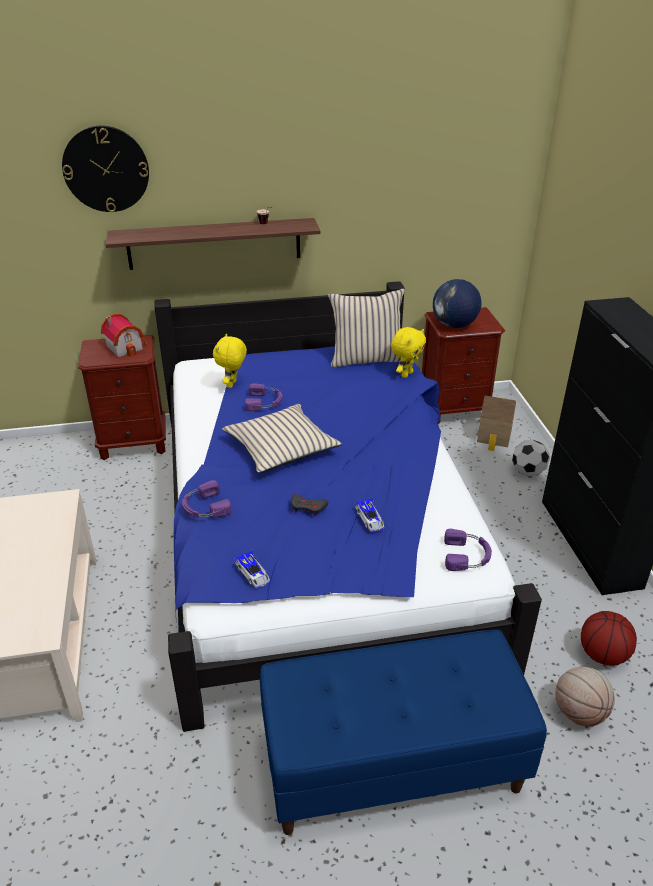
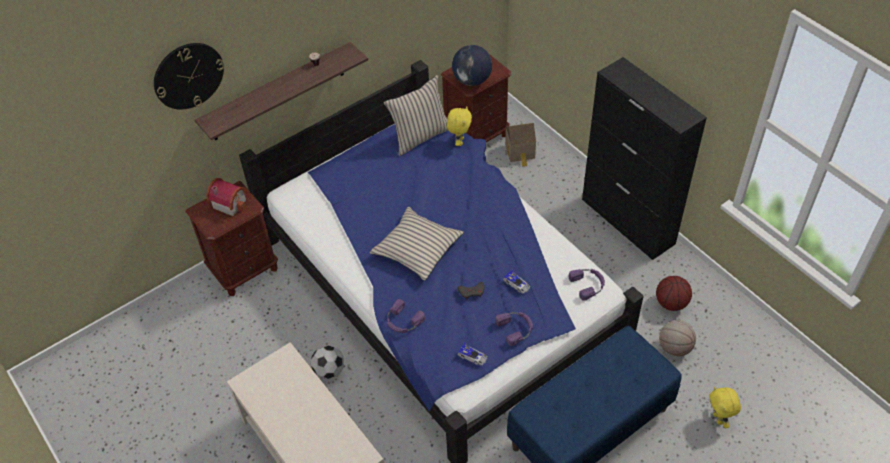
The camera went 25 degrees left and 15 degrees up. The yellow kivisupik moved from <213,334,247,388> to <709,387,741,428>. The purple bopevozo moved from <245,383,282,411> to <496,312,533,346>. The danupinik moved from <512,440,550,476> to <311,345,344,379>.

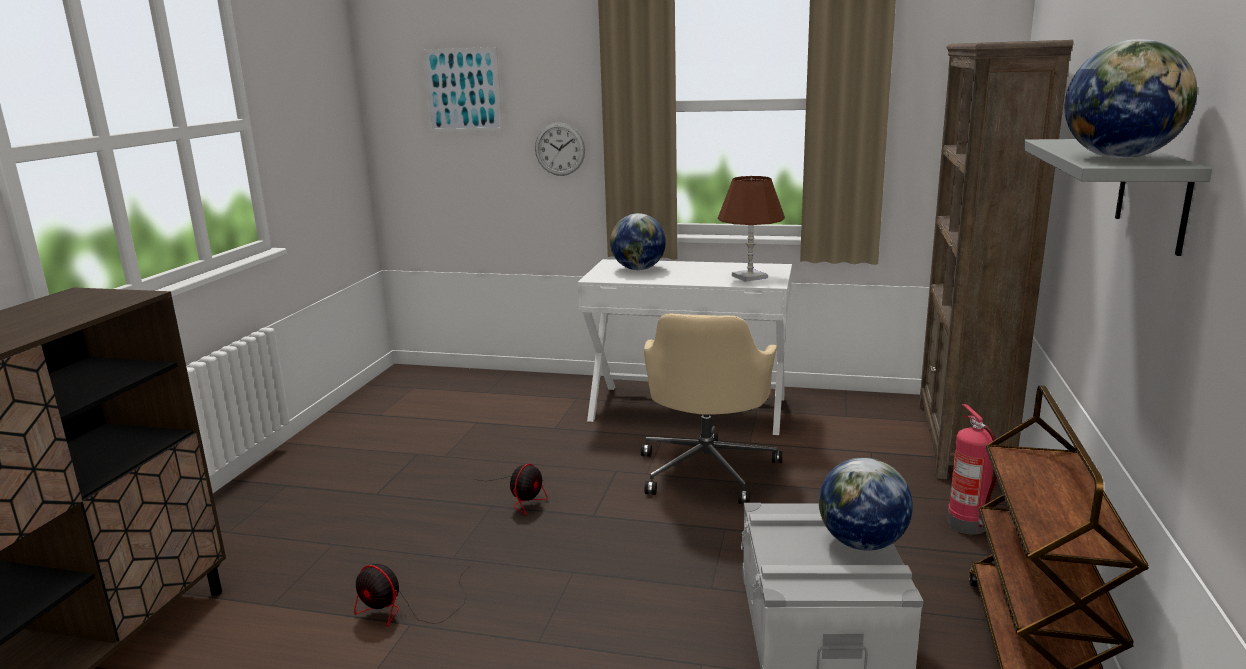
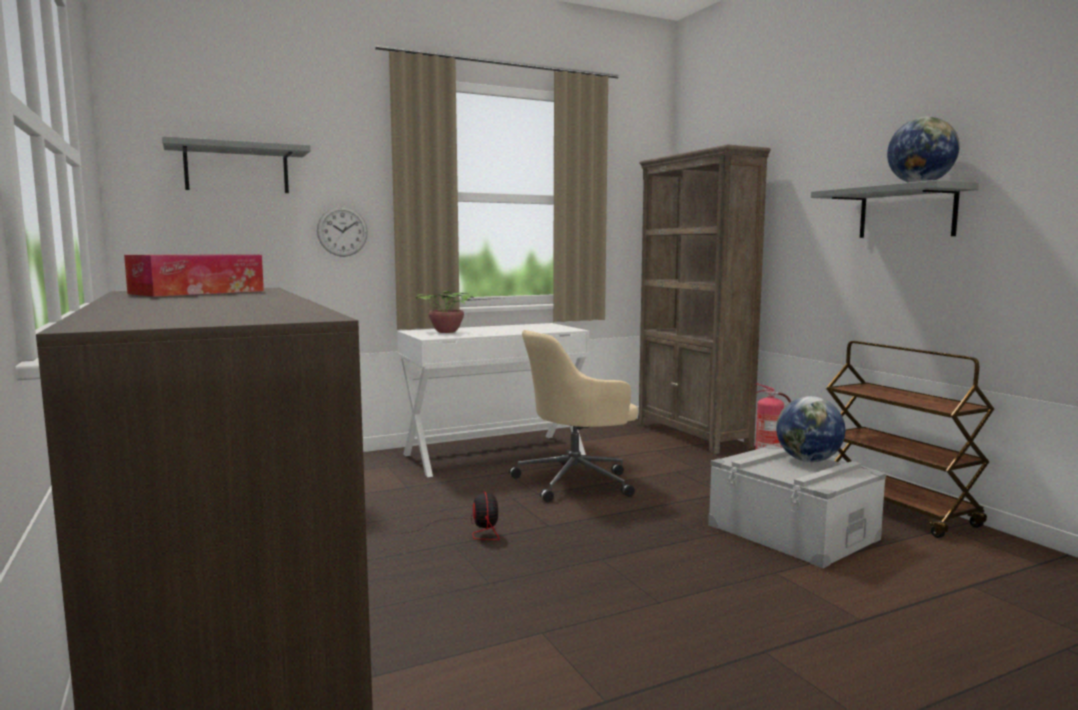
The camera went 40 degrees left and 10 degrees down. The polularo at <354,564,471,627> disappeared. The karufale at <421,47,503,132> was replaced by the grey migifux at <162,136,311,193>. The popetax at <610,213,666,270> was replaced by the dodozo at <416,291,499,333>. The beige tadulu at <641,313,782,504> turned 90 degrees clockwise. The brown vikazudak at <718,176,785,282> disappeared. The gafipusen at <124,254,264,297> appeared.

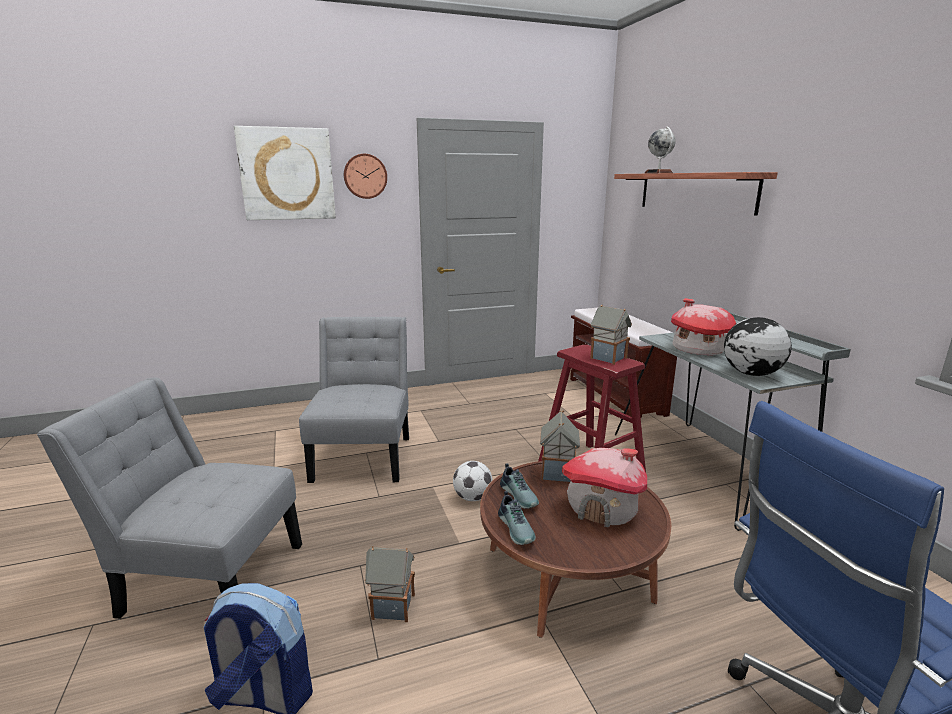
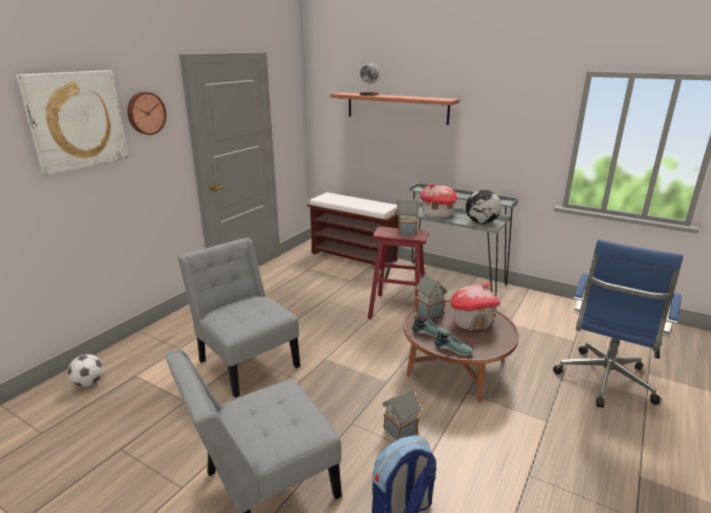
The camera went 40 degrees left and 5 degrees up. The danupinik moved from <453,461,493,501> to <68,354,104,387>.

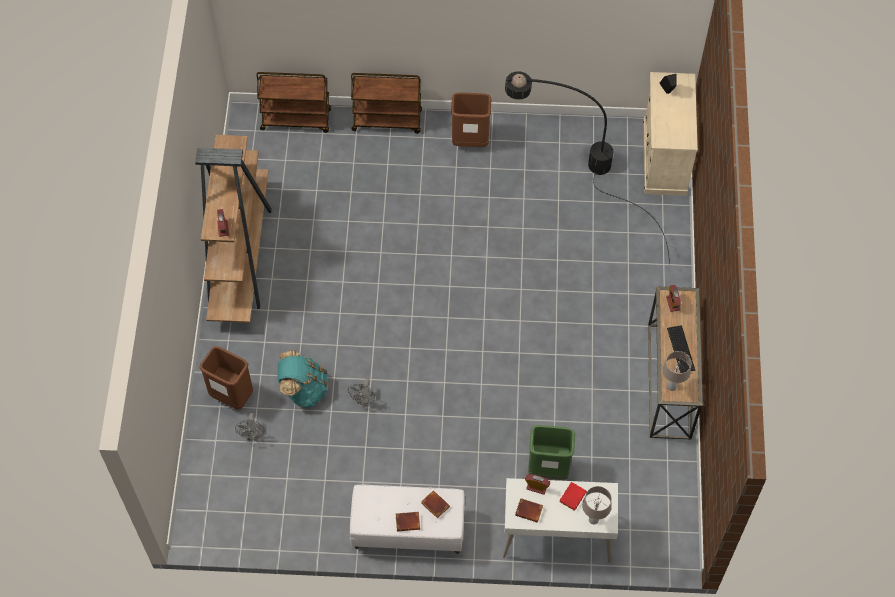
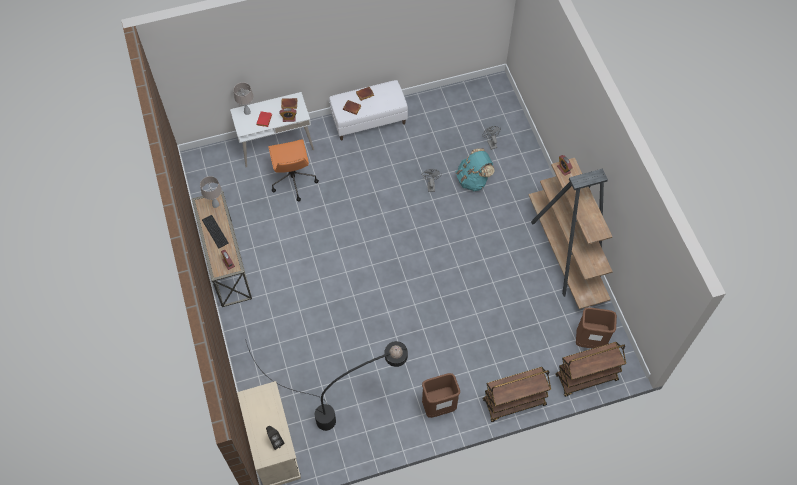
The camera went 160 degrees right and 0 degrees up. The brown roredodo moved from <200,346,253,410> to <576,308,617,349>. The green roredodo at <528,425,575,480> was replaced by the orange tadulu at <268,139,319,201>.

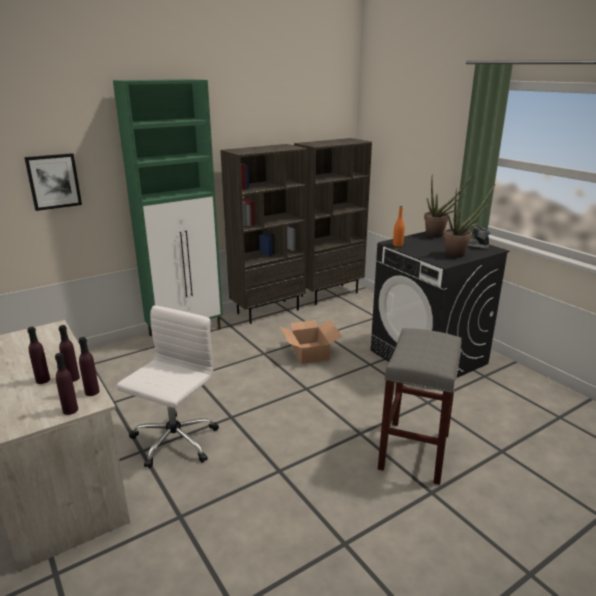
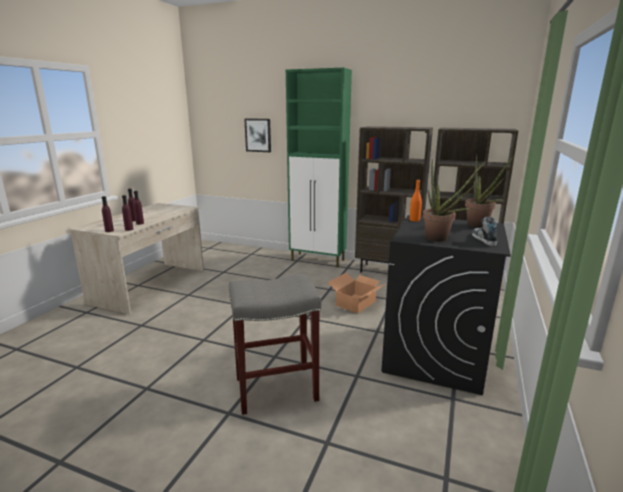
The camera went 55 degrees right and 5 degrees down. The white tadulu at <117,306,219,468> disappeared.

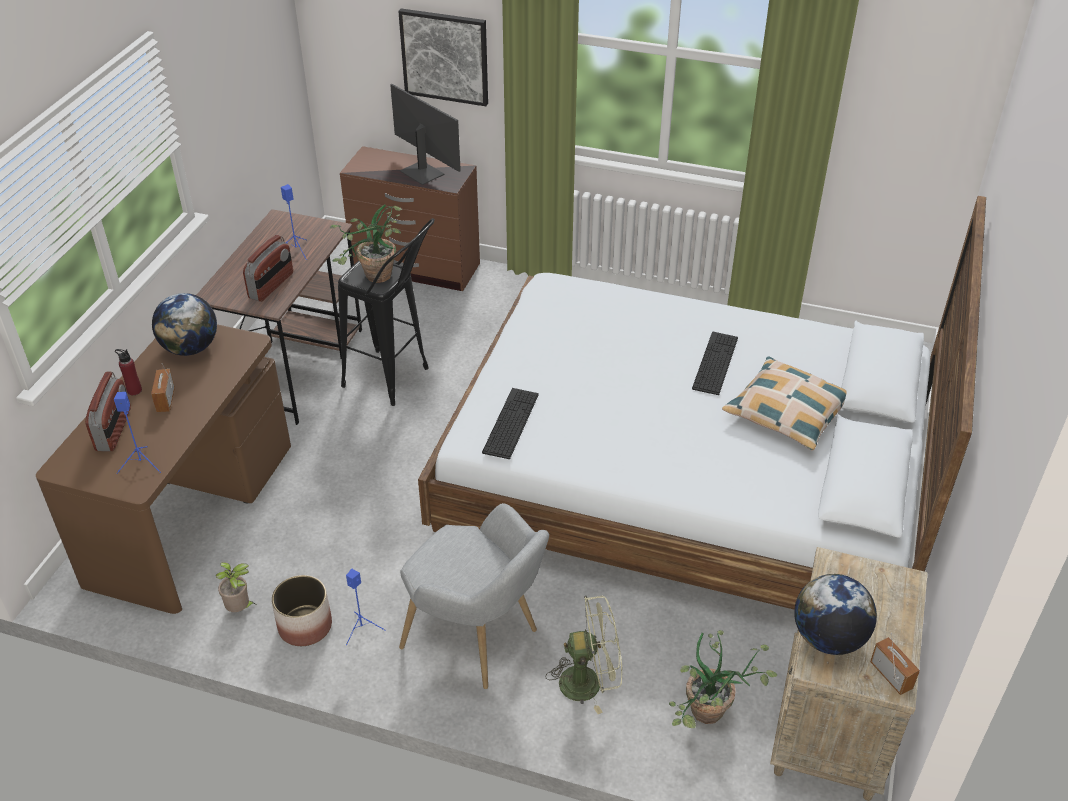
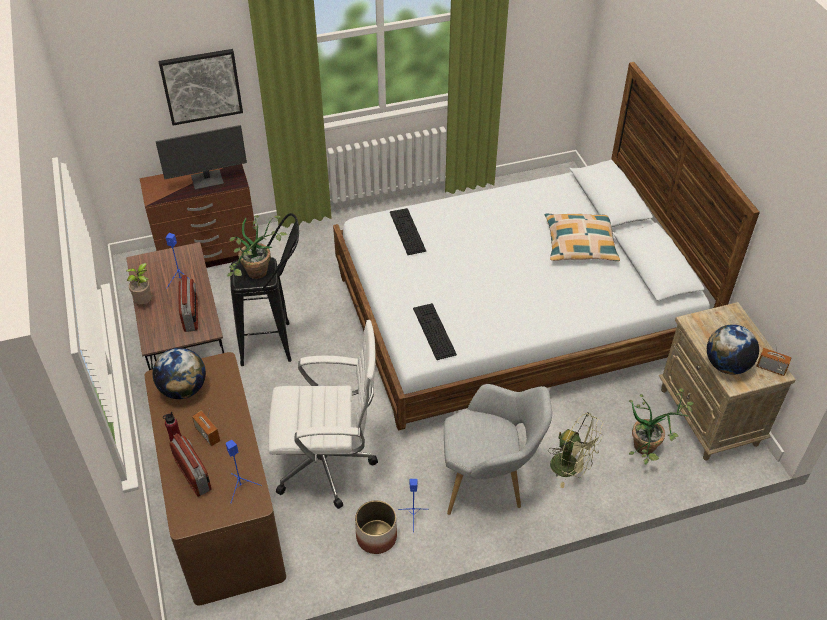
The camera went 35 degrees left and 5 degrees up. The dodozo moved from <216,562,255,612> to <126,263,152,304>. The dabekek at <390,84,461,185> turned 150 degrees clockwise. The green polularo at <546,596,622,714> turned 75 degrees clockwise. The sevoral moved from <692,331,738,395> to <390,208,426,255>. The white tadulu at <268,320,378,509> appeared.

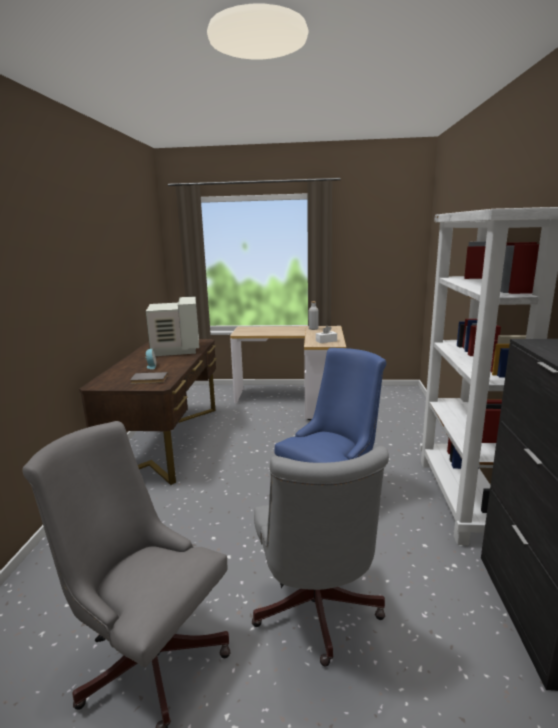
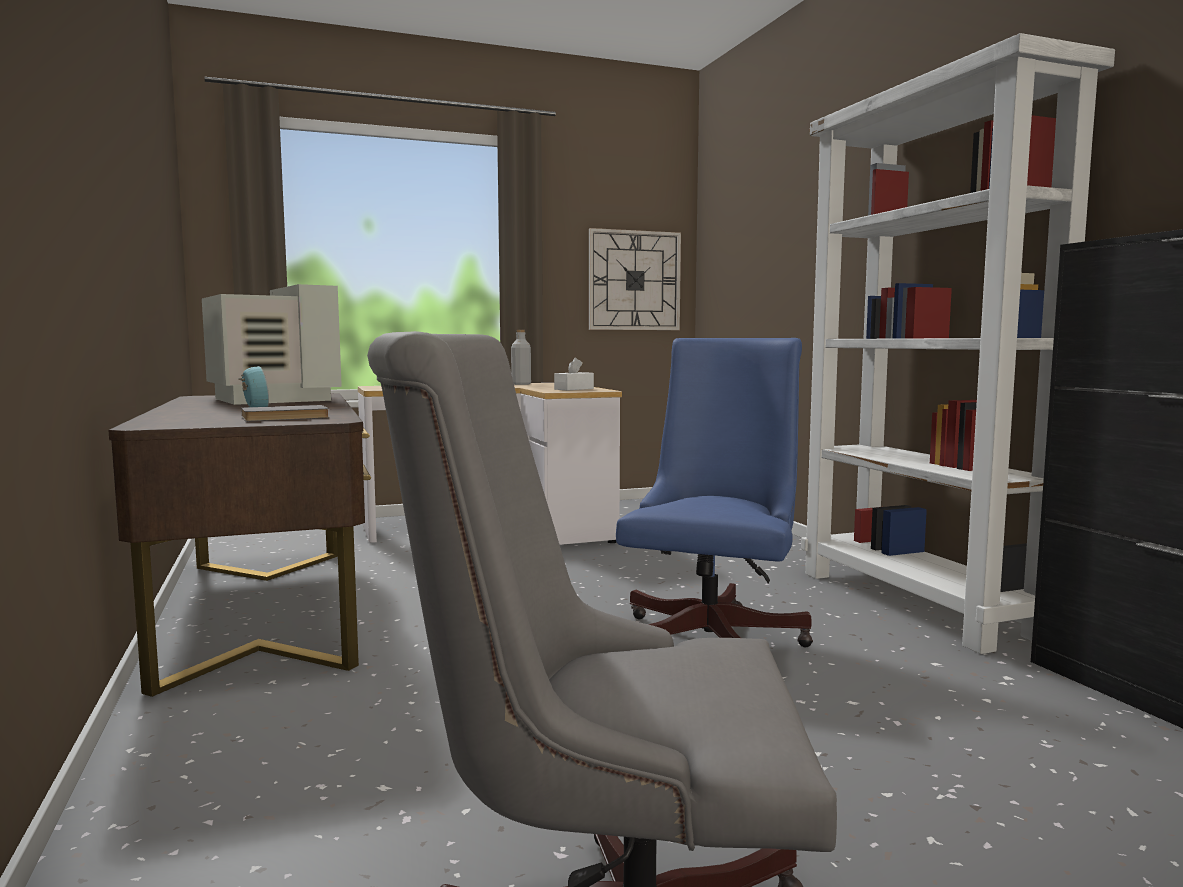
The camera went 25 degrees left and 10 degrees down. The grey tadulu at <252,446,389,667> disappeared. The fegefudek at <589,228,681,330> appeared.

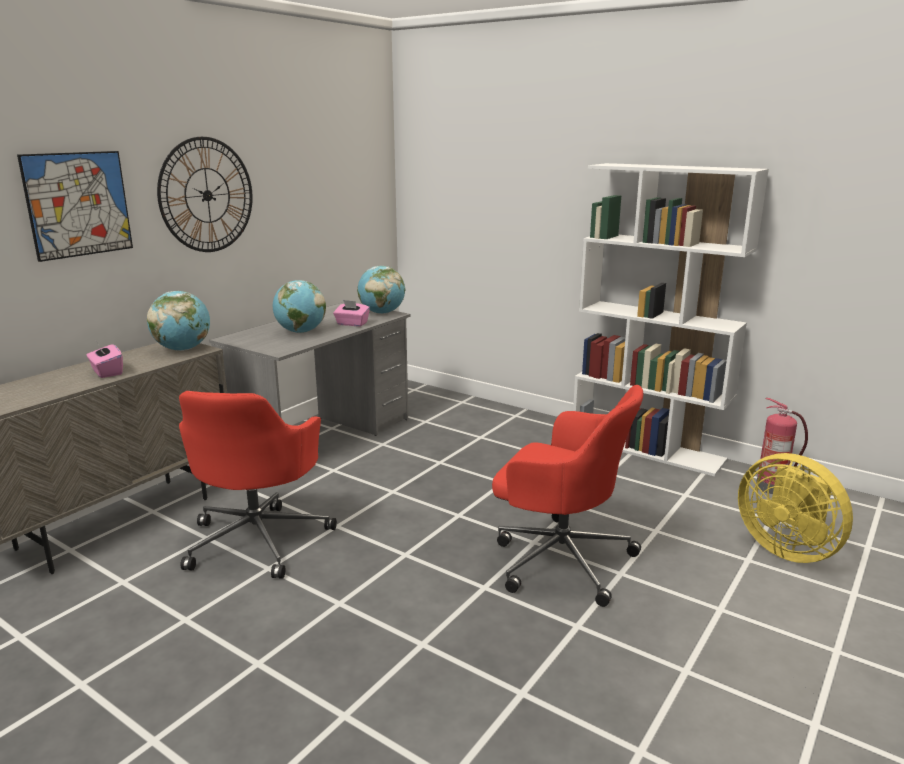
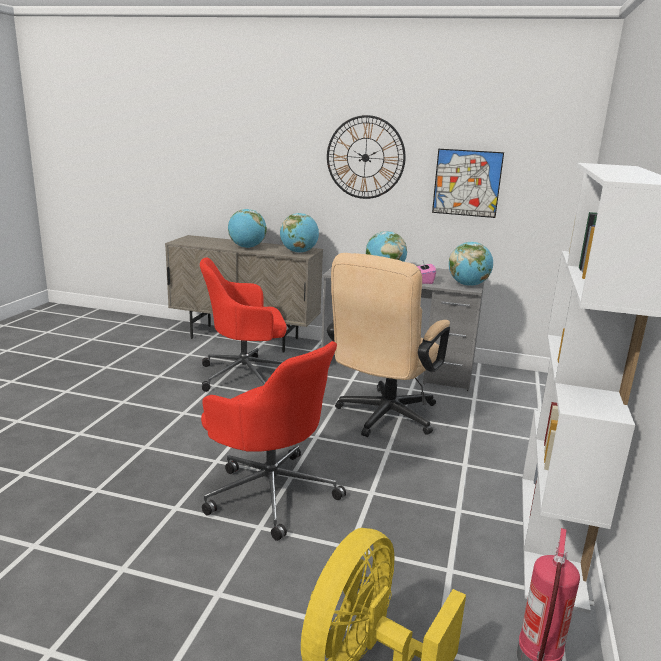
The camera went 70 degrees right and 0 degrees up. The karufale moved from <17,151,133,262> to <432,149,504,218>. The pink gafipusen at <87,341,123,378> was replaced by the popetax at <228,209,267,248>. The red tadulu at <492,385,643,607> turned 60 degrees counterclockwise. The beige tadulu at <327,253,450,437> appeared.

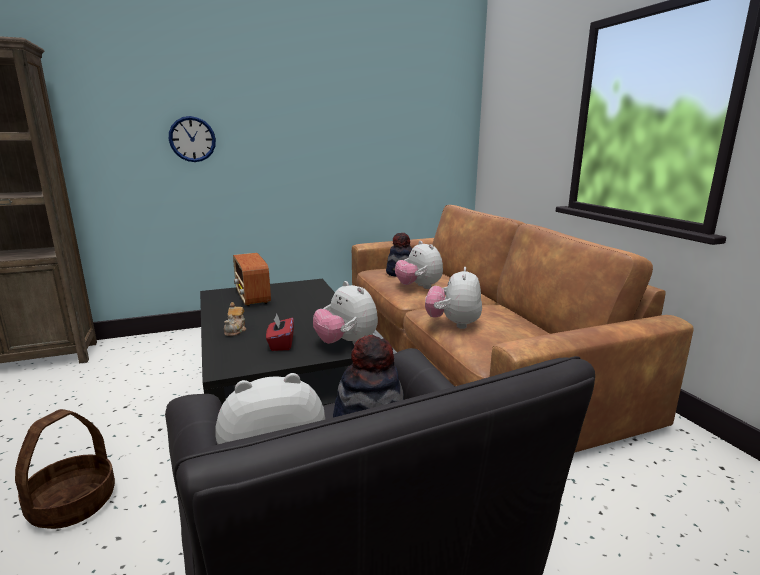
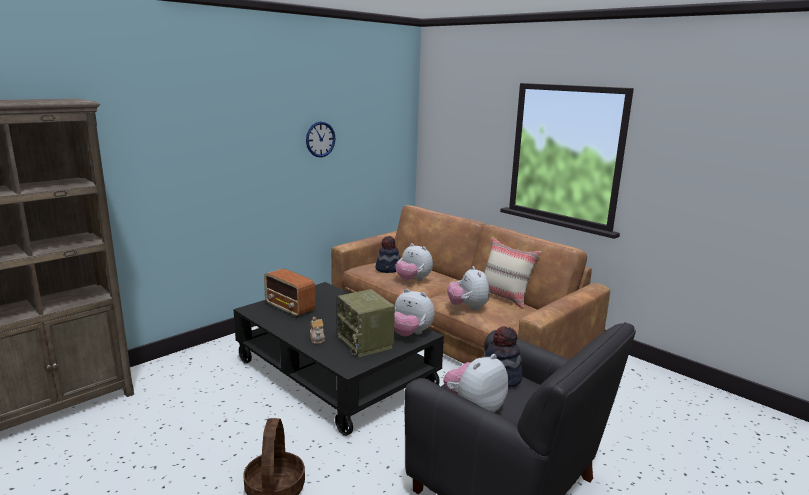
The camera went 25 degrees left and 0 degrees up. The fegefudek moved from <169,116,216,162> to <306,121,336,157>. The red gafipusen at <266,314,294,351> was replaced by the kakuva at <337,289,395,357>. The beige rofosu at <484,237,541,309> appeared.

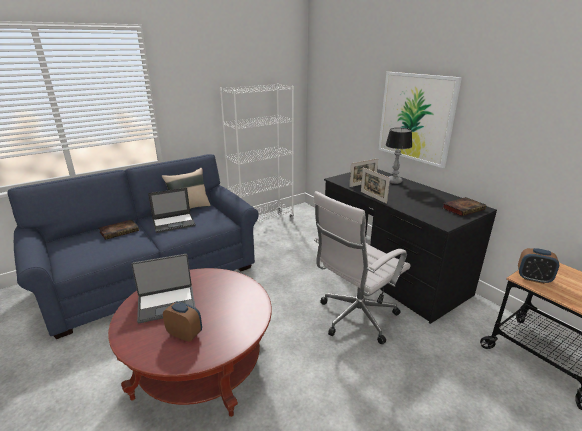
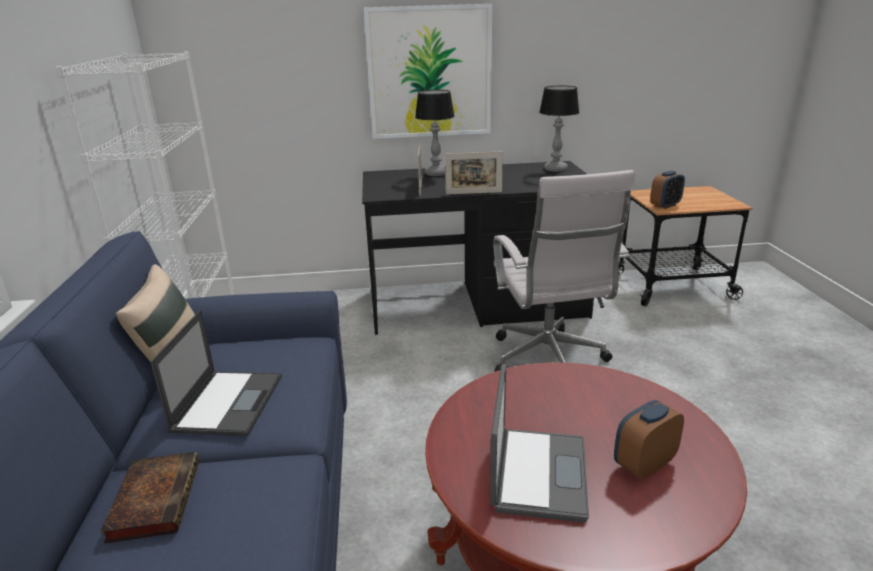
The camera went 60 degrees left and 0 degrees up. The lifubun at <442,197,486,216> was replaced by the vikazudak at <539,85,579,172>.

